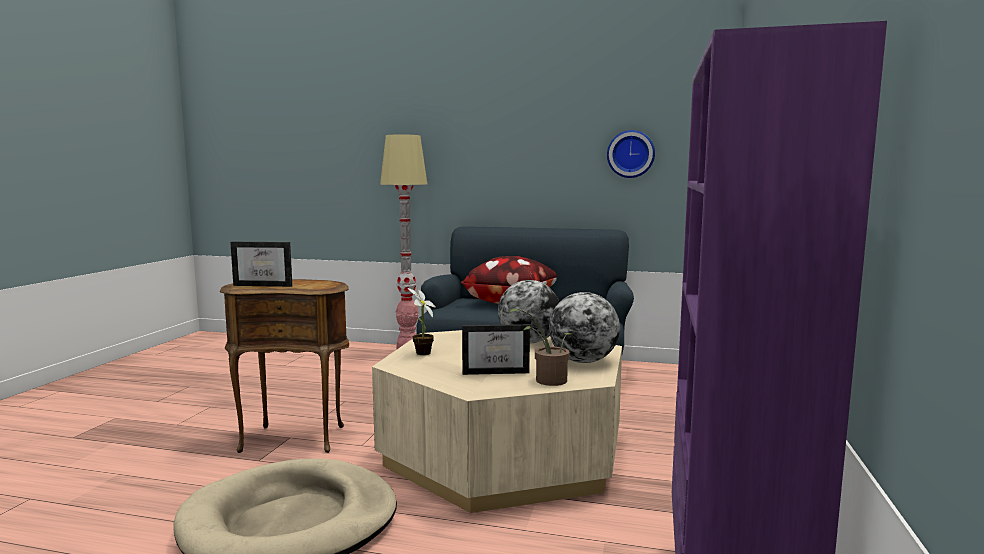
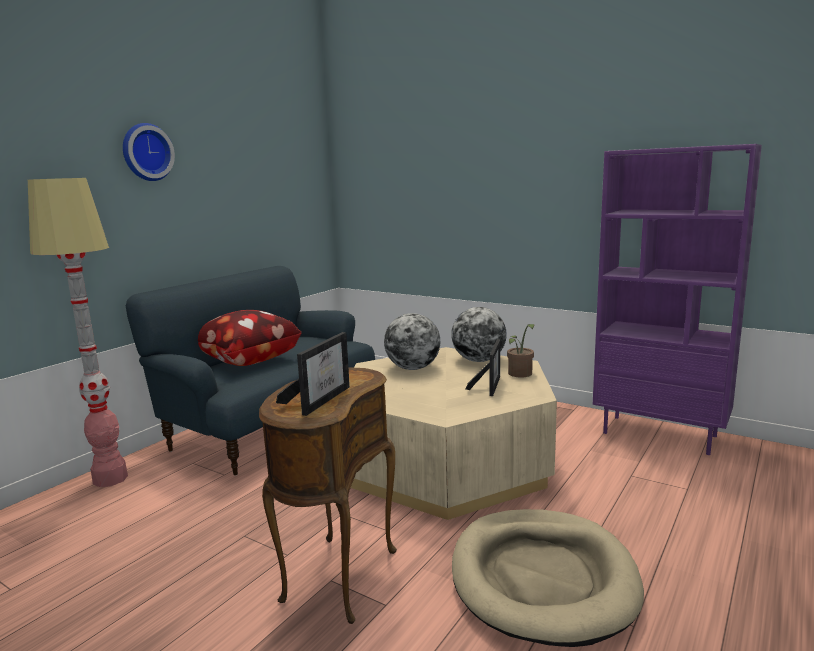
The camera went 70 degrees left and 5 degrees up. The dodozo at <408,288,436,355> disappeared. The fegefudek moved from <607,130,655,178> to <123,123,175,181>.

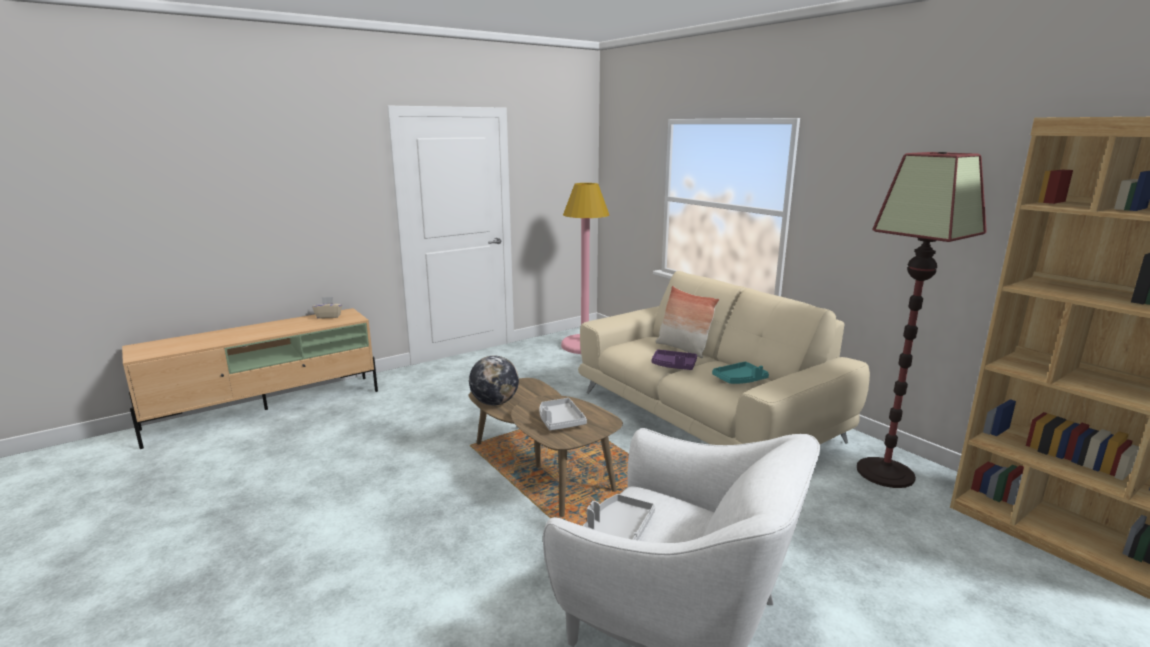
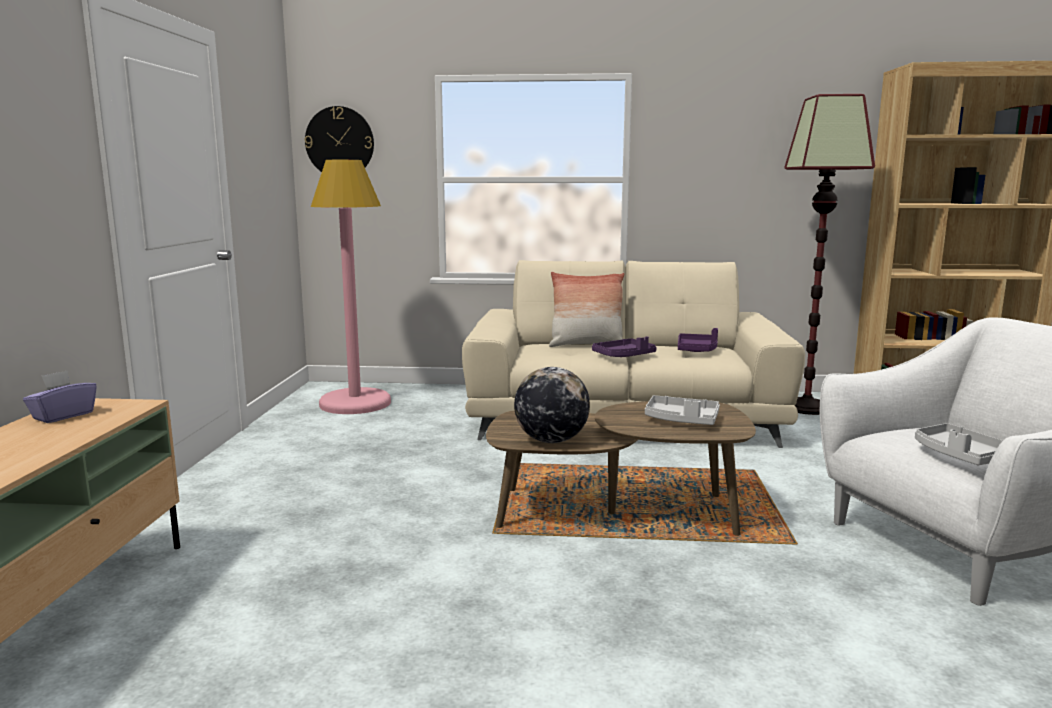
The camera went 50 degrees left and 5 degrees down. The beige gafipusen at <312,297,342,319> became the purple gafipusen at <23,370,97,423>. The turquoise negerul at <712,362,769,384> became the purple negerul at <678,328,718,352>. The fegefudek at <305,106,374,172> appeared.

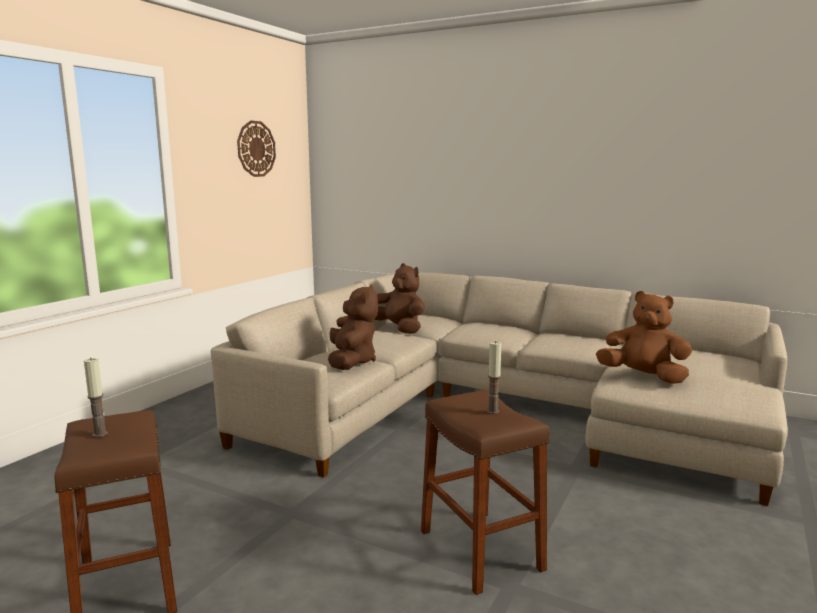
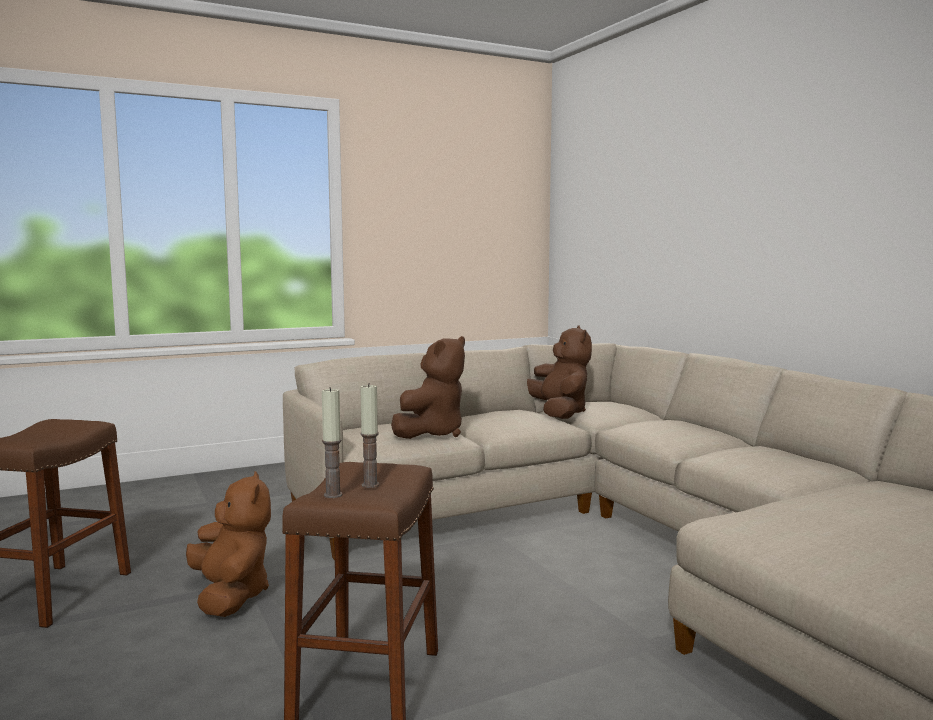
The camera went 35 degrees right and 5 degrees down. The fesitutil moved from <84,358,108,437> to <322,387,343,498>. The fegefudek at <237,120,276,177> disappeared. The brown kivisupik moved from <596,291,692,384> to <186,471,271,617>.

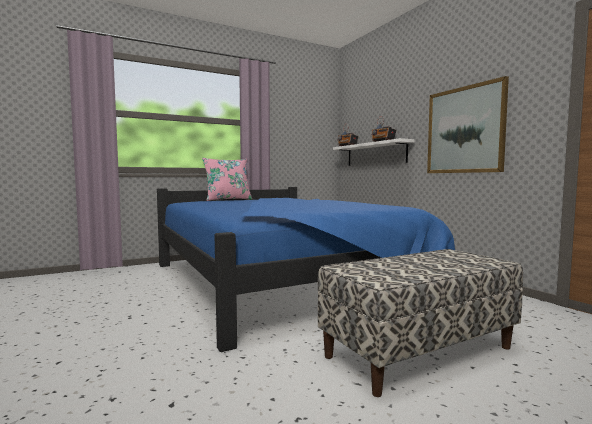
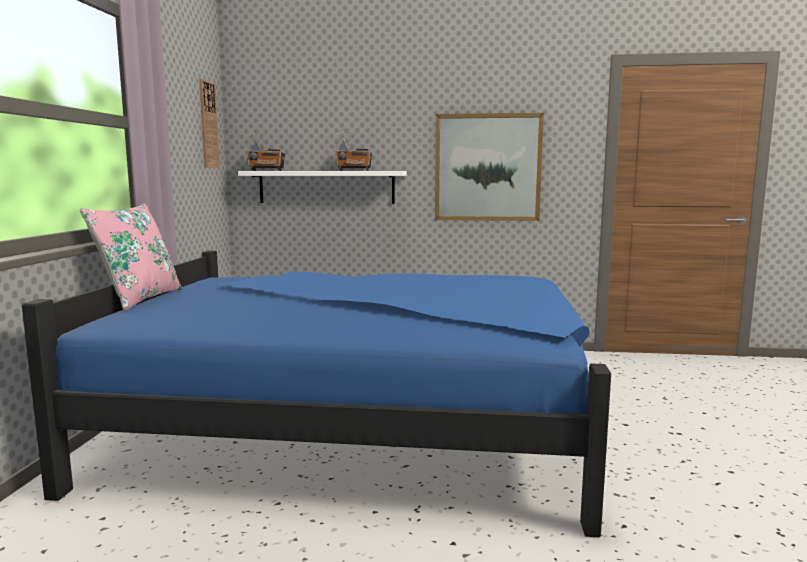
The camera went 55 degrees left and 5 degrees up. The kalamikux at <318,249,523,397> disappeared. The fegefudek at <199,79,220,168> appeared.

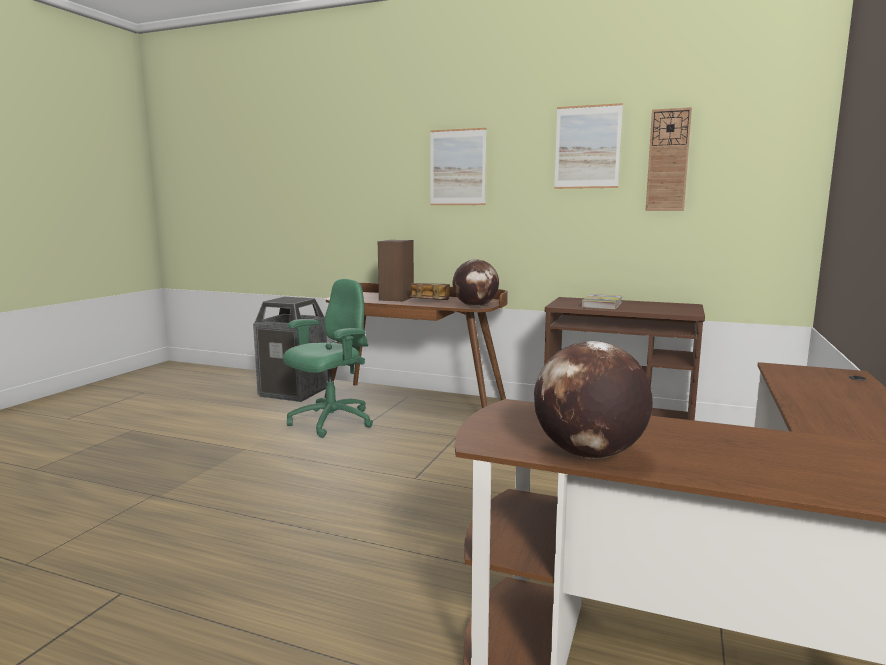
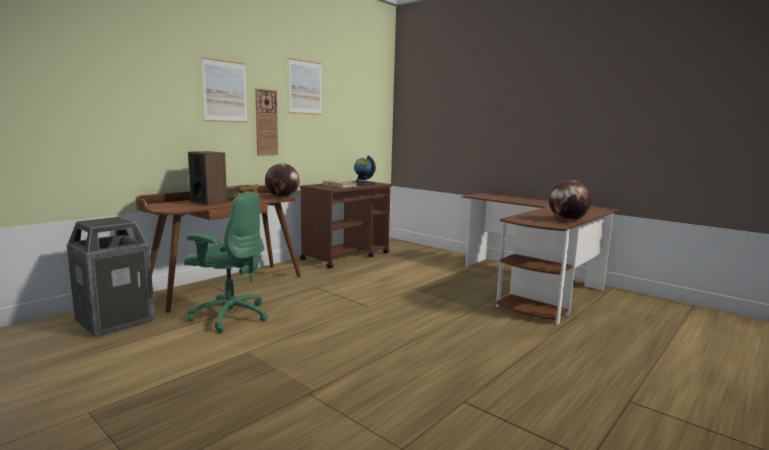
The camera went 70 degrees left and 0 degrees up. The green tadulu at <283,279,373,438> turned 135 degrees clockwise. The fegefudek moved from <645,107,692,211> to <255,88,278,156>. The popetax at <353,156,376,185> appeared.

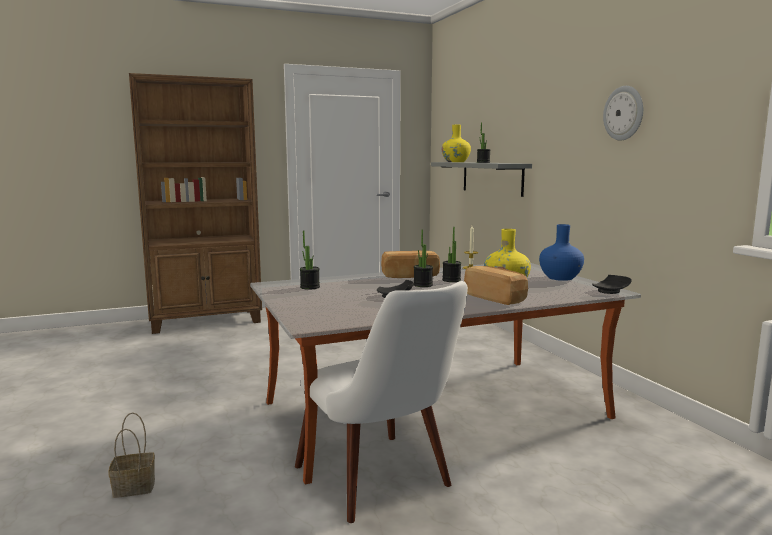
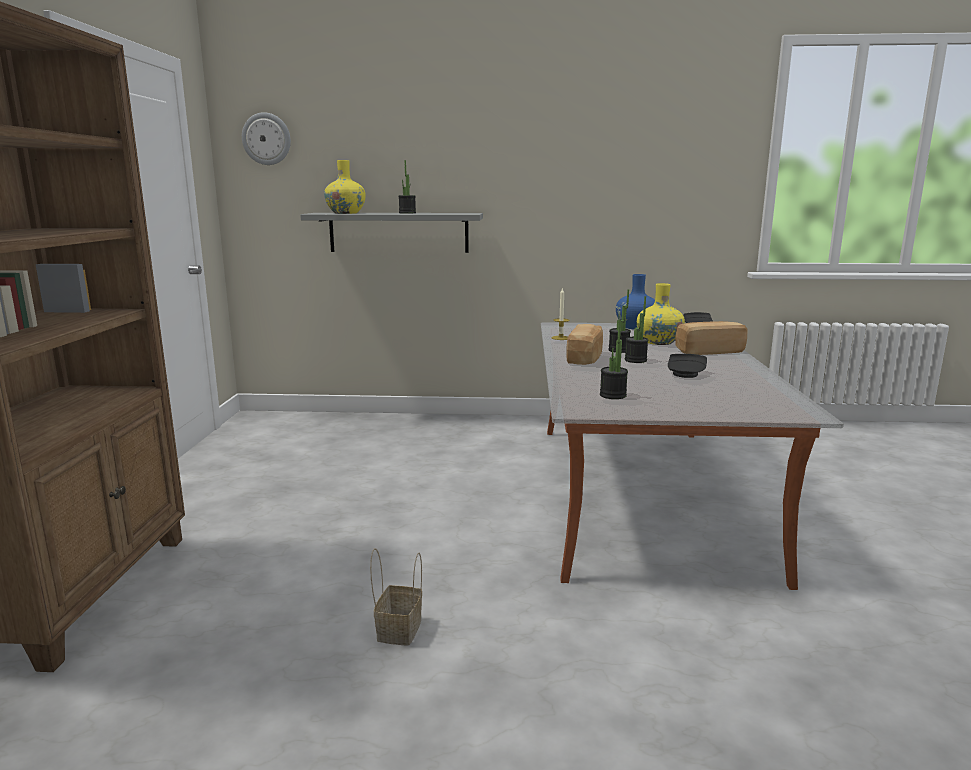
The camera went 65 degrees left and 5 degrees up. The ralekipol moved from <108,412,155,498> to <370,548,422,646>. The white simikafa at <295,281,468,523> disappeared. The fegefudek moved from <603,86,643,141> to <242,112,291,165>.

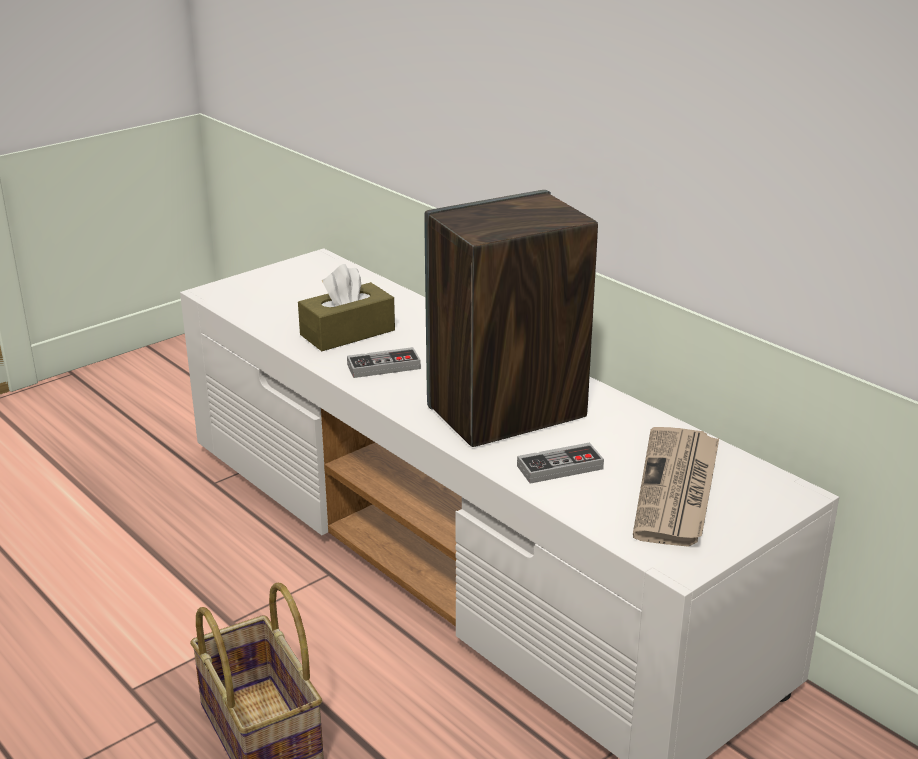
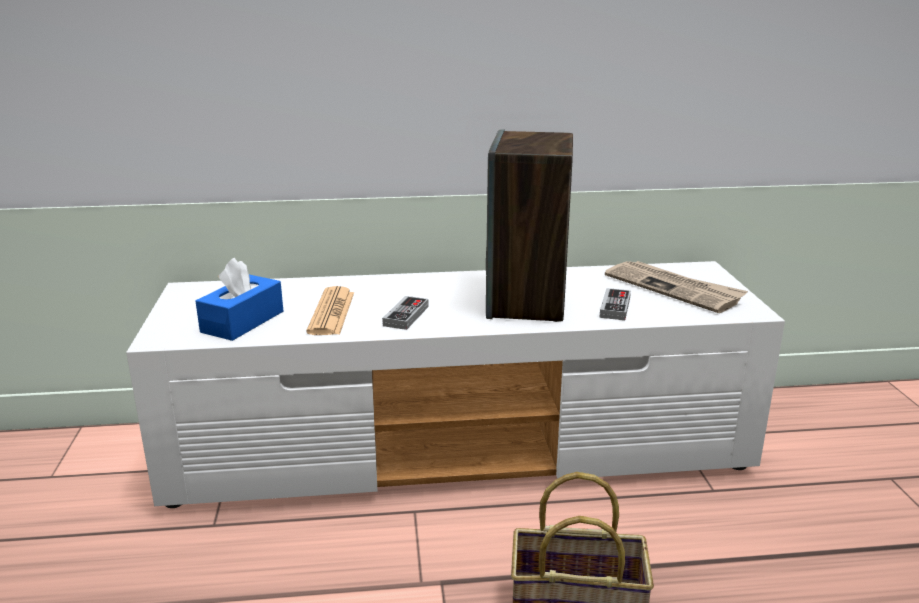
The camera went 55 degrees left and 5 degrees down. The brown gafipusen at <298,264,395,351> was replaced by the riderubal at <306,286,354,335>. The blue gafipusen at <196,258,283,341> appeared.

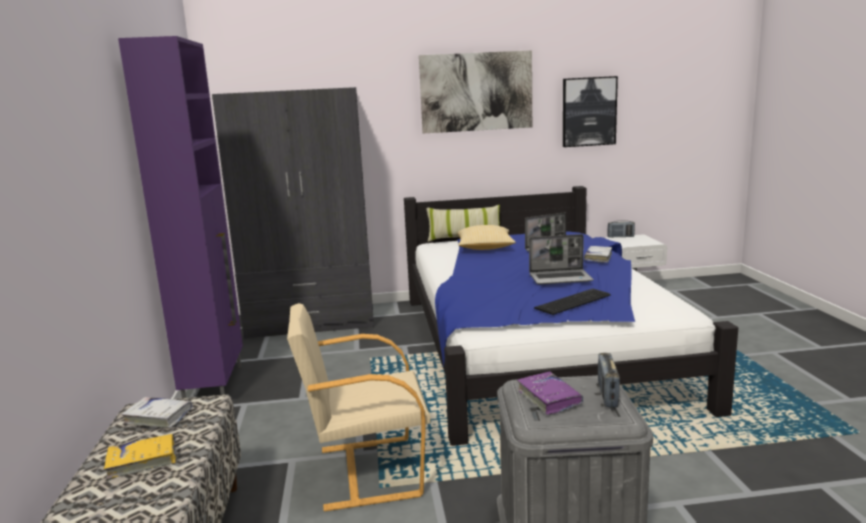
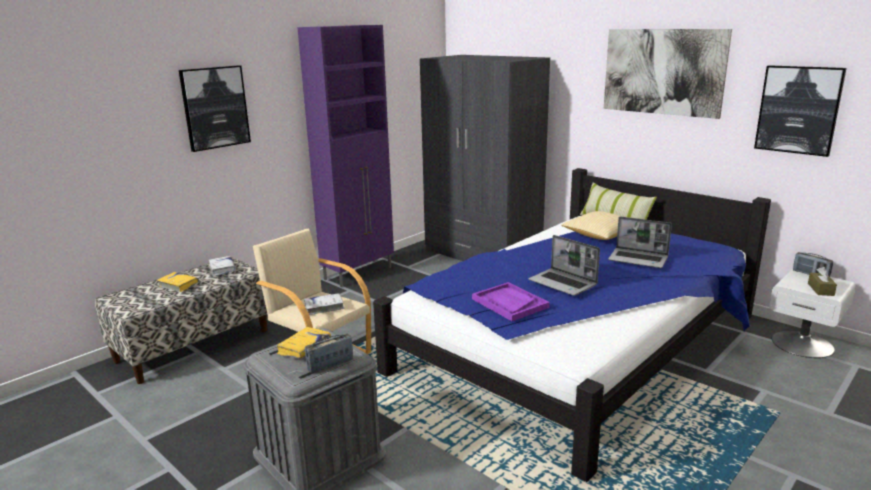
The camera went 50 degrees right and 5 degrees up. The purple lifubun at <517,371,584,415> became the yellow lifubun at <277,327,331,359>. The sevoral at <534,289,611,315> was replaced by the purple negerul at <472,282,550,321>. The white lifubun moved from <584,246,612,263> to <304,293,345,315>. The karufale at <179,65,251,152> appeared. The brown gafipusen at <808,267,837,296> appeared.

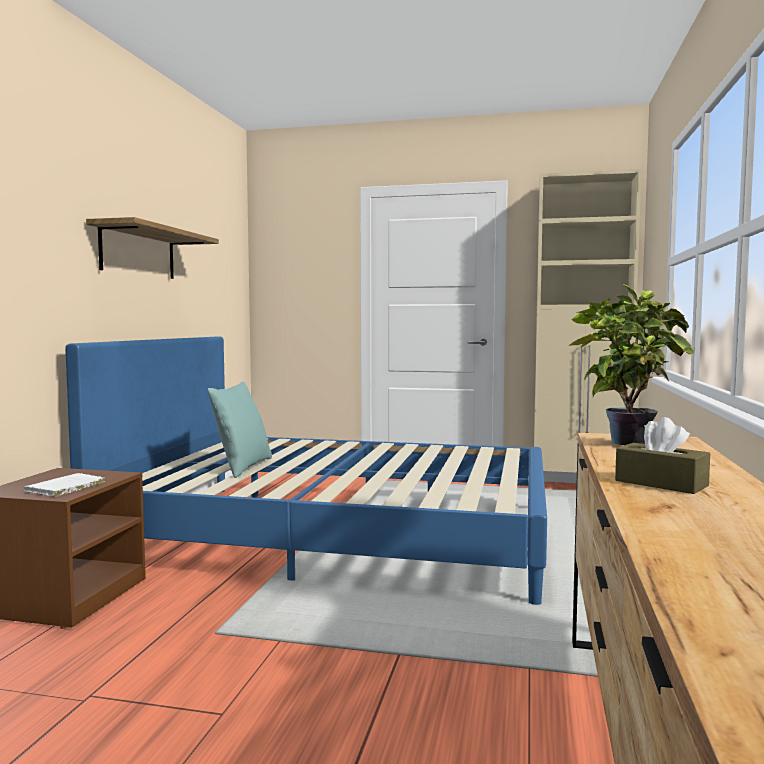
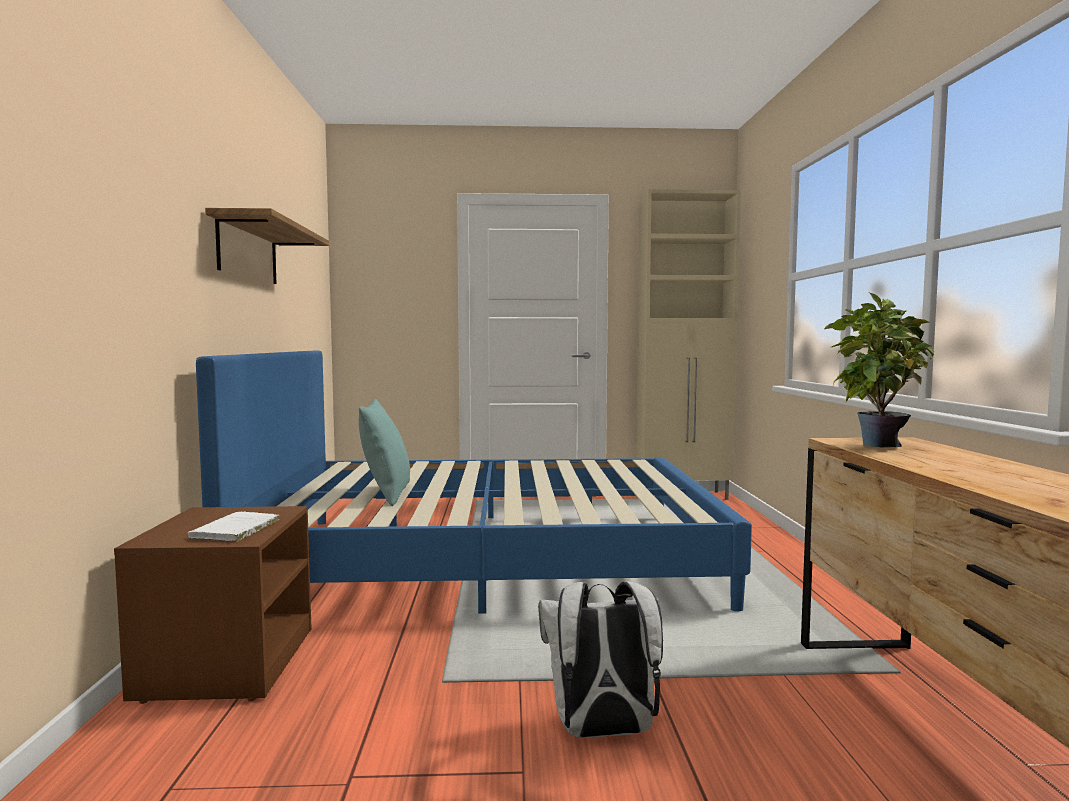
The camera went 15 degrees left and 0 degrees up. The brown gafipusen at <615,417,710,494> disappeared. The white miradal at <538,581,663,738> appeared.

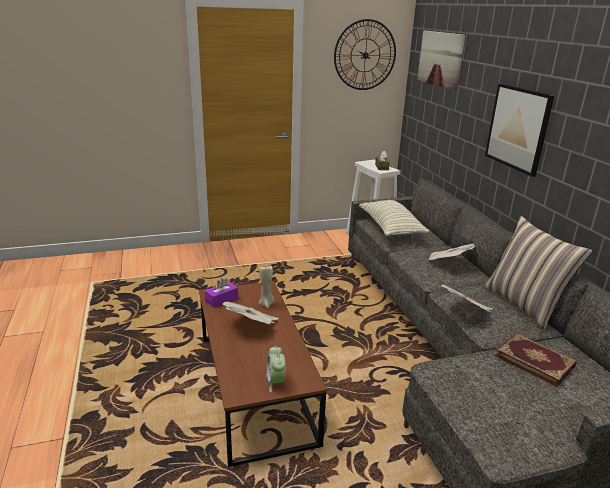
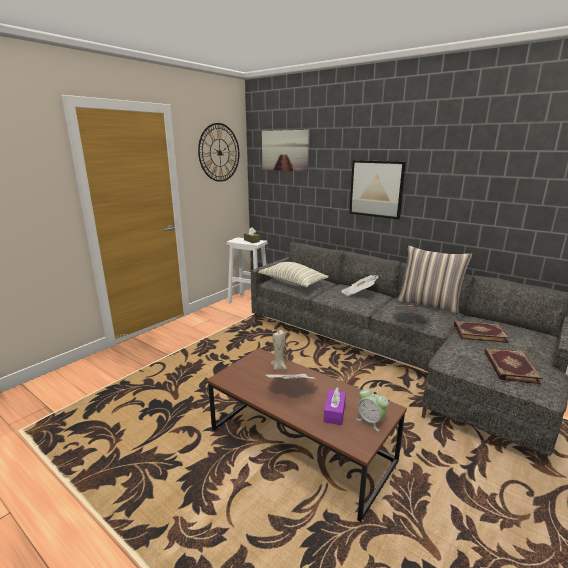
The camera went 35 degrees left and 5 degrees down. The purple gafipusen moved from <205,278,238,308> to <324,387,346,425>. The lifubun at <484,348,543,384> appeared.

